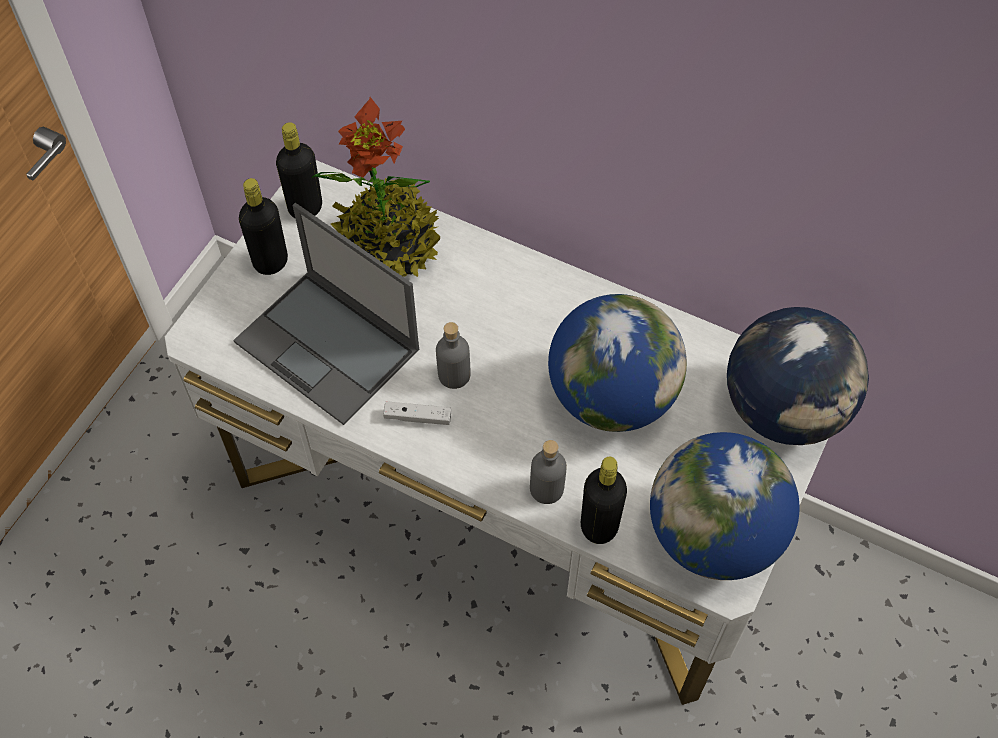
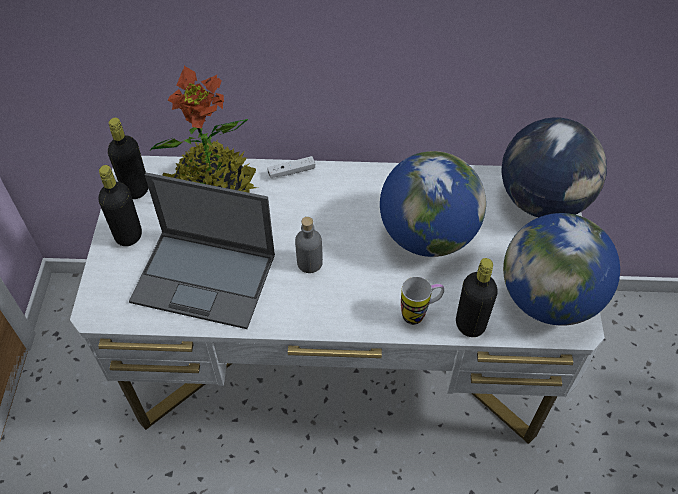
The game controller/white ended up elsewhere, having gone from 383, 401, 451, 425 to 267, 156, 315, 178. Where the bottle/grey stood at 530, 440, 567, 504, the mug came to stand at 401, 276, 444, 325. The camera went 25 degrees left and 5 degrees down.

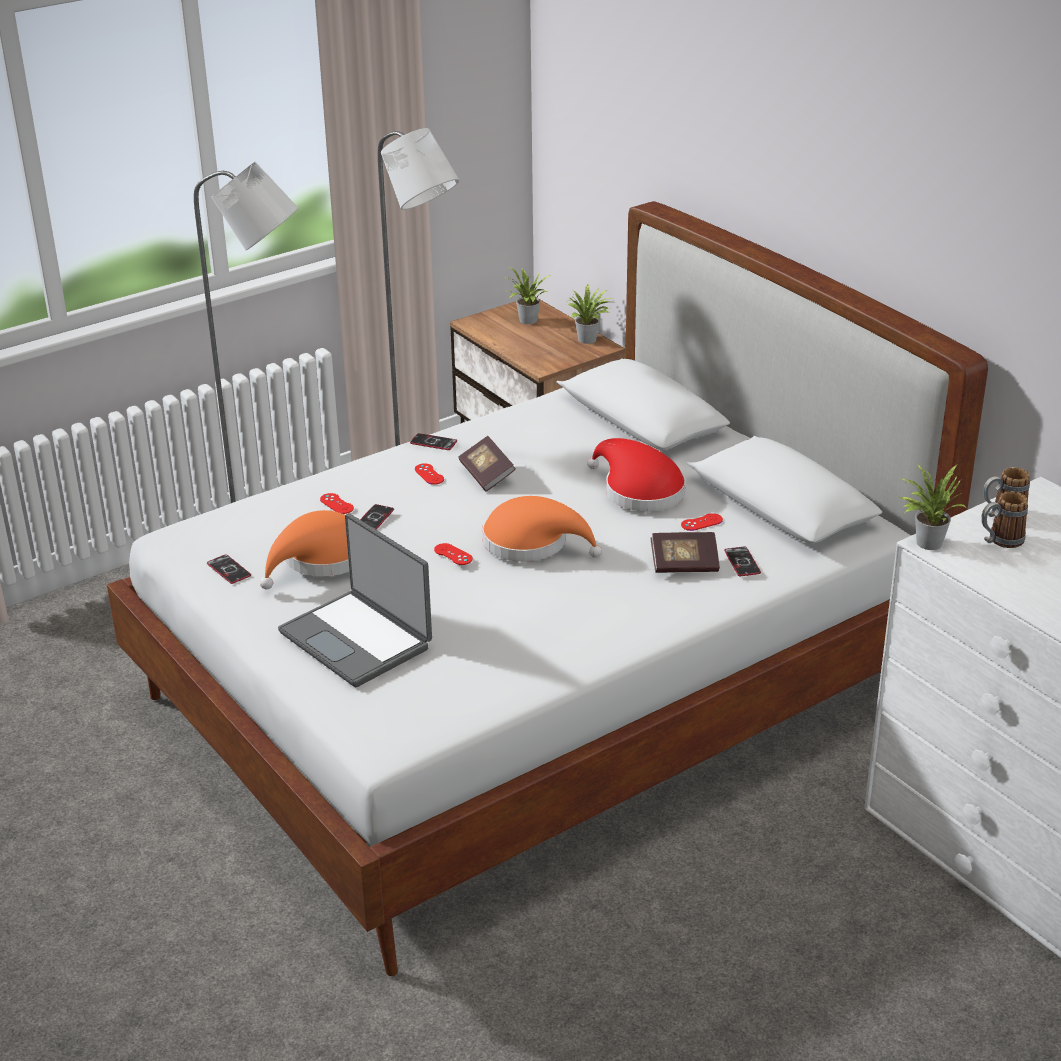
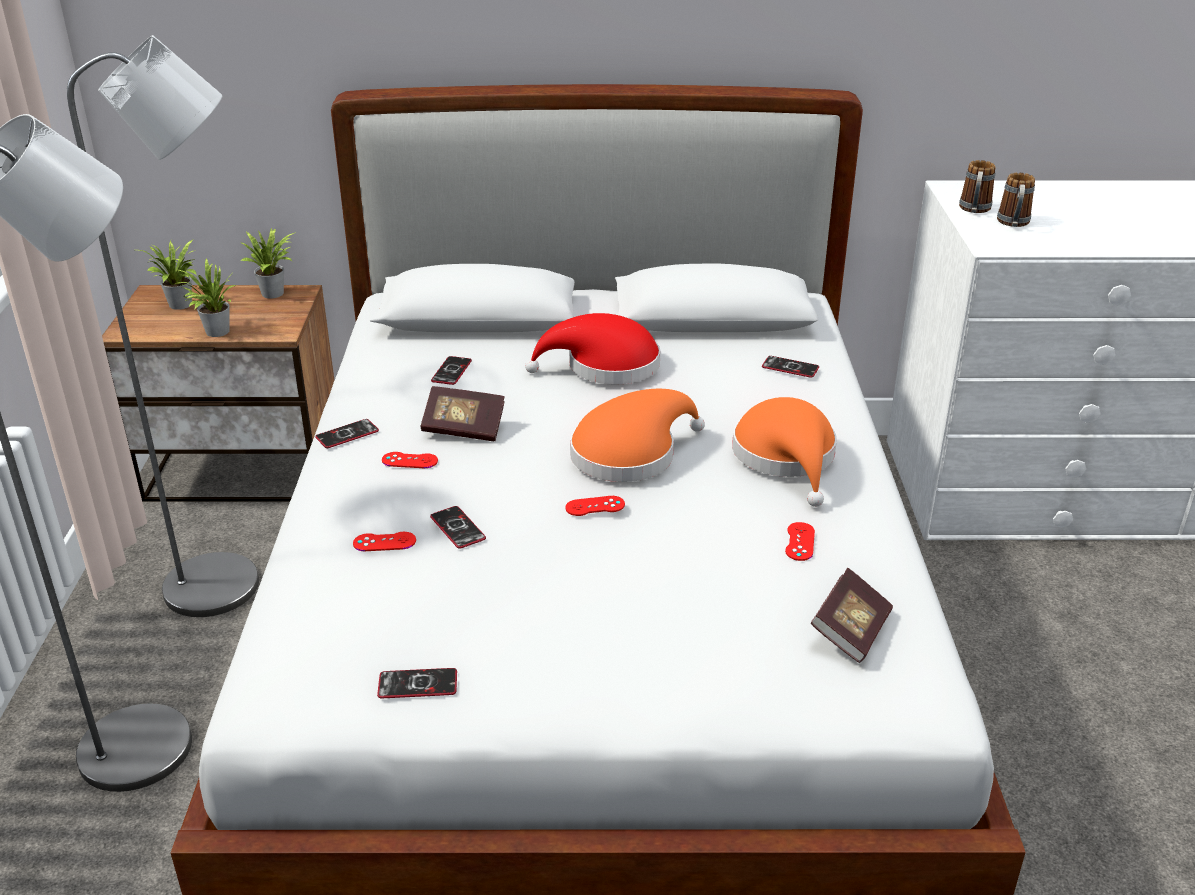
The potted plant ended up elsewhere, having gone from 899, 464, 966, 550 to 175, 259, 236, 337. The hat/orange ended up elsewhere, having gone from 260, 510, 349, 589 to 732, 397, 837, 507. The game controller/red ended up elsewhere, having gone from 681, 513, 723, 531 to 785, 522, 815, 561. The second view lost the laptop at 278, 514, 432, 687. The book ended up elsewhere, having gone from 650, 532, 720, 573 to 811, 568, 893, 663. The second view gained the phone at 431, 356, 472, 385. The camera went 55 degrees left and 0 degrees up.

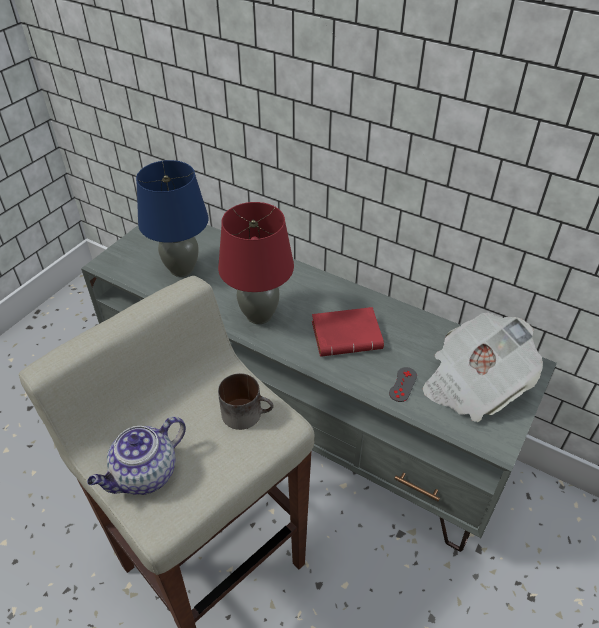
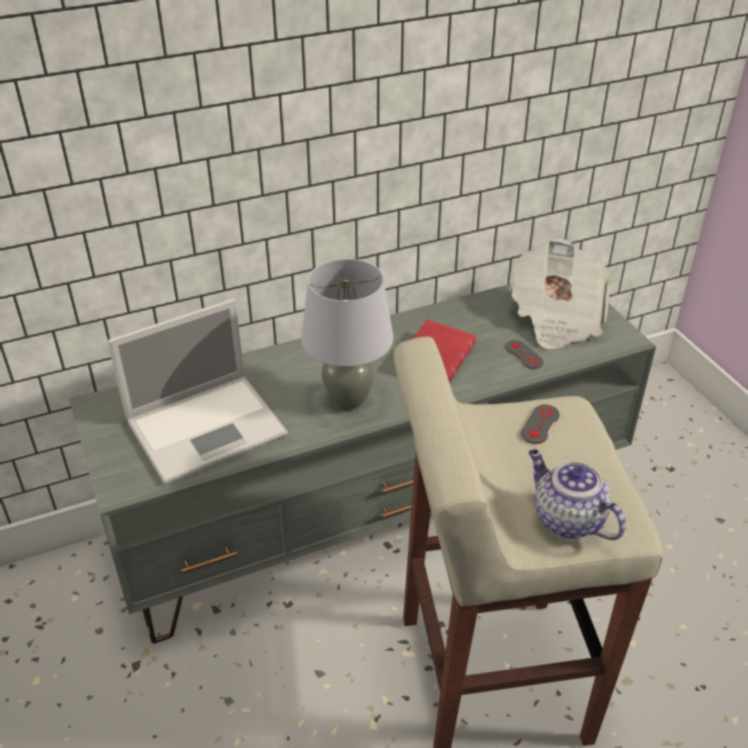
Where the table lamp/blue stood at 136, 160, 209, 277, the laptop came to stand at 107, 299, 288, 485. What was the table lamp/red at 218, 202, 294, 324 turned into the table lamp/grey at 301, 259, 393, 411. Where the mug stood at 218, 373, 273, 430, the game controller/grey came to stand at 521, 404, 560, 444. The teapot at 87, 417, 186, 495 ended up facing another way, 150 degrees clockwise from before. The camera went 55 degrees left and 5 degrees down.

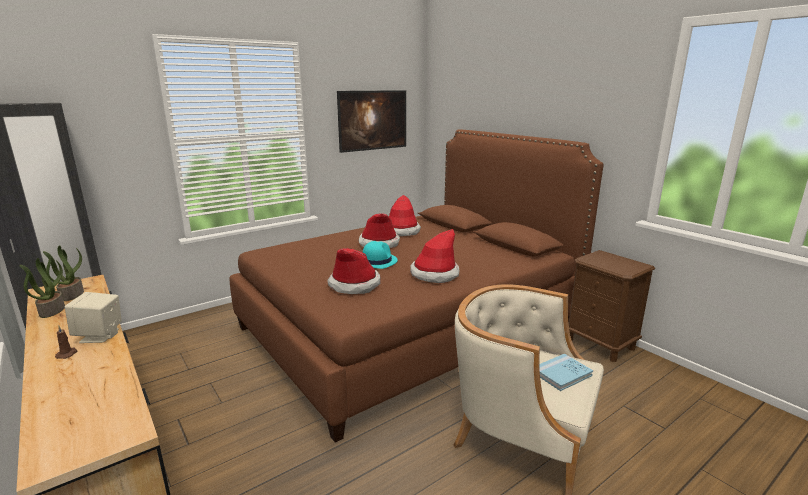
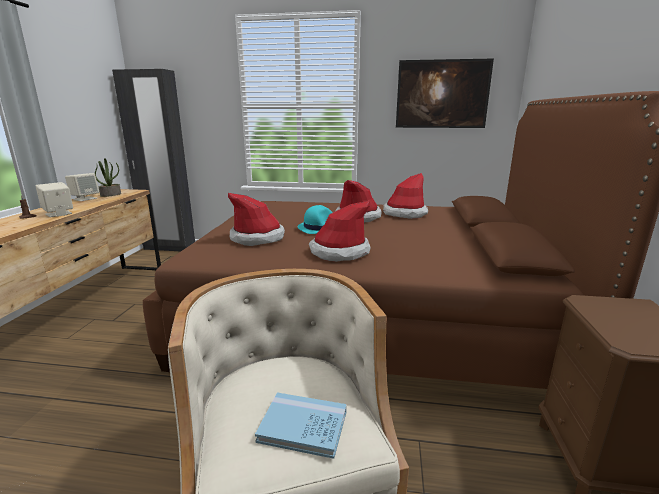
Where the potted plant stood at 19, 258, 65, 318, the speaker/beige came to stand at 65, 173, 99, 201. The camera went 45 degrees right and 0 degrees up.

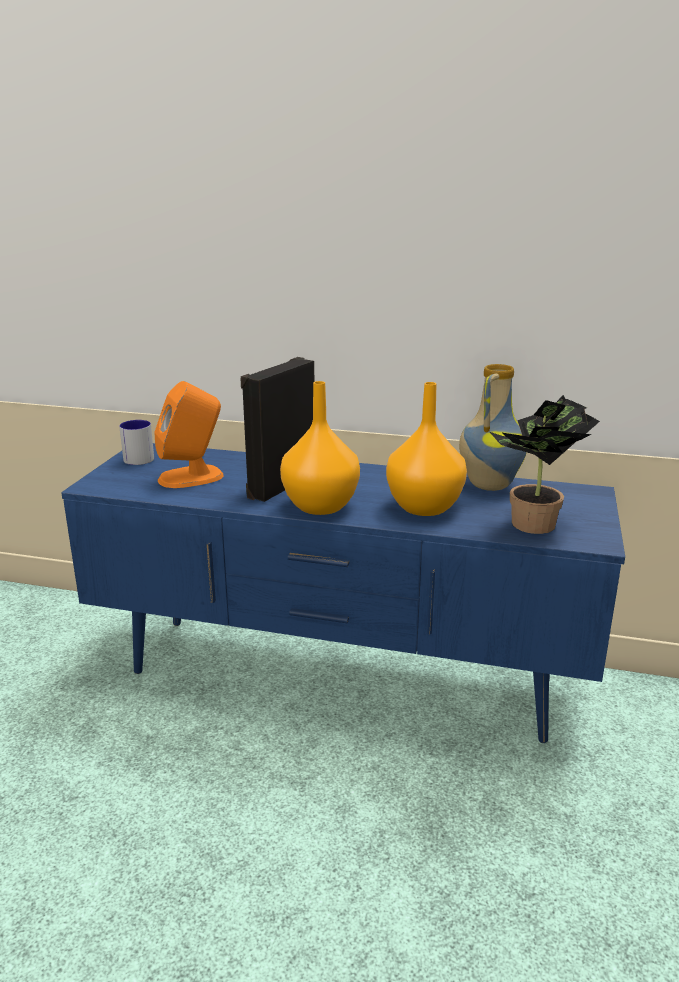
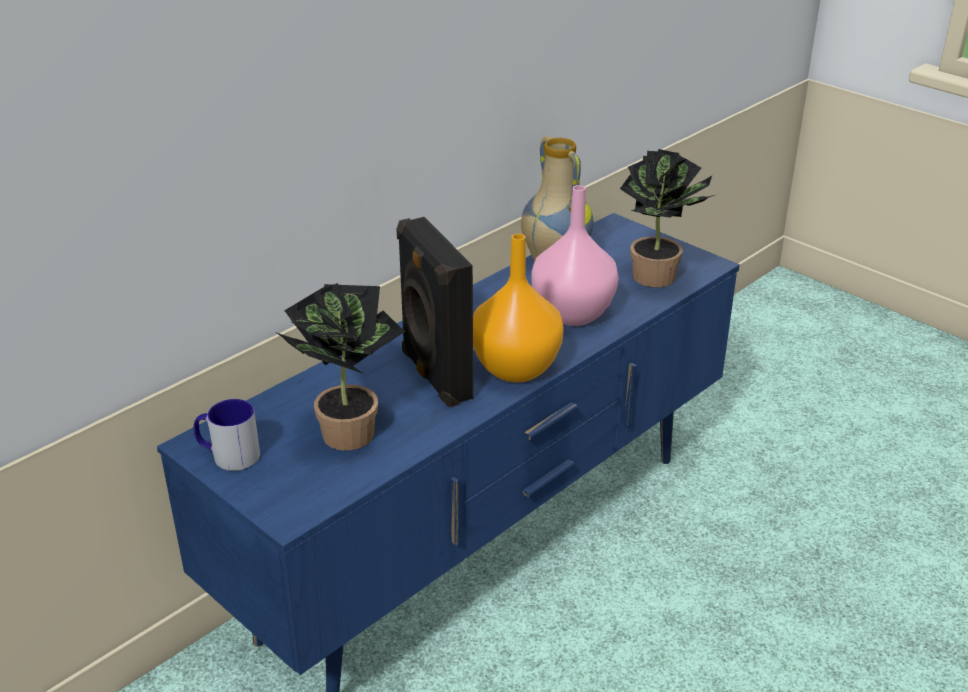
Where the speaker/orange stood at 154, 381, 224, 488, the potted plant came to stand at 277, 283, 405, 451. What was the vase/orange at 386, 382, 467, 516 turned into the vase/pink at 532, 185, 618, 326. The camera went 60 degrees left and 10 degrees up.

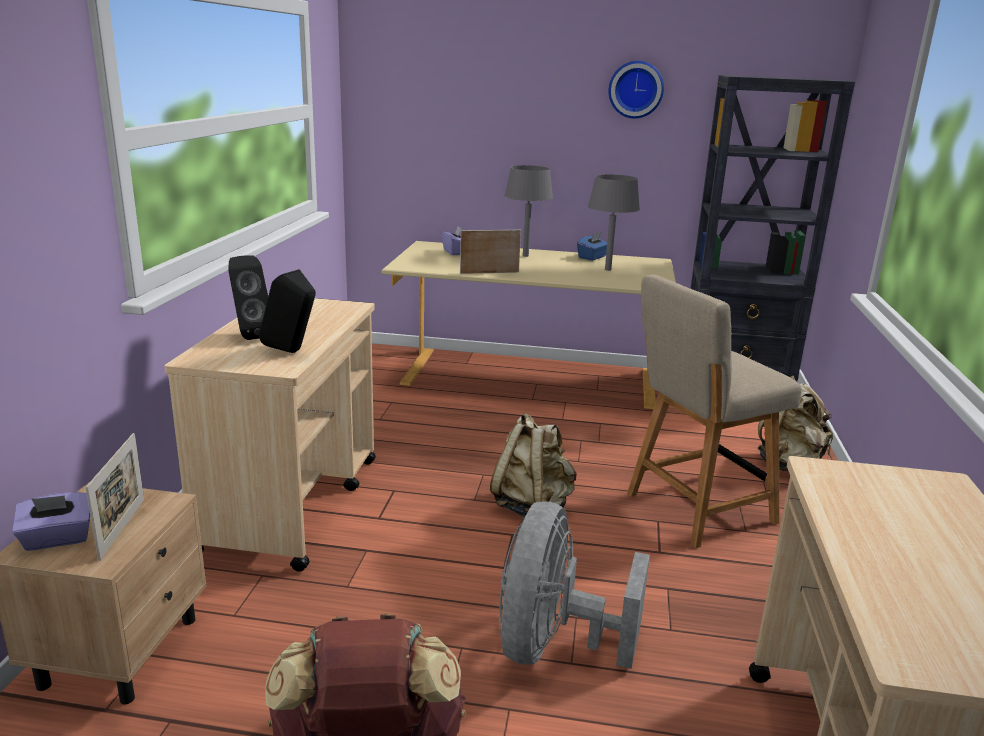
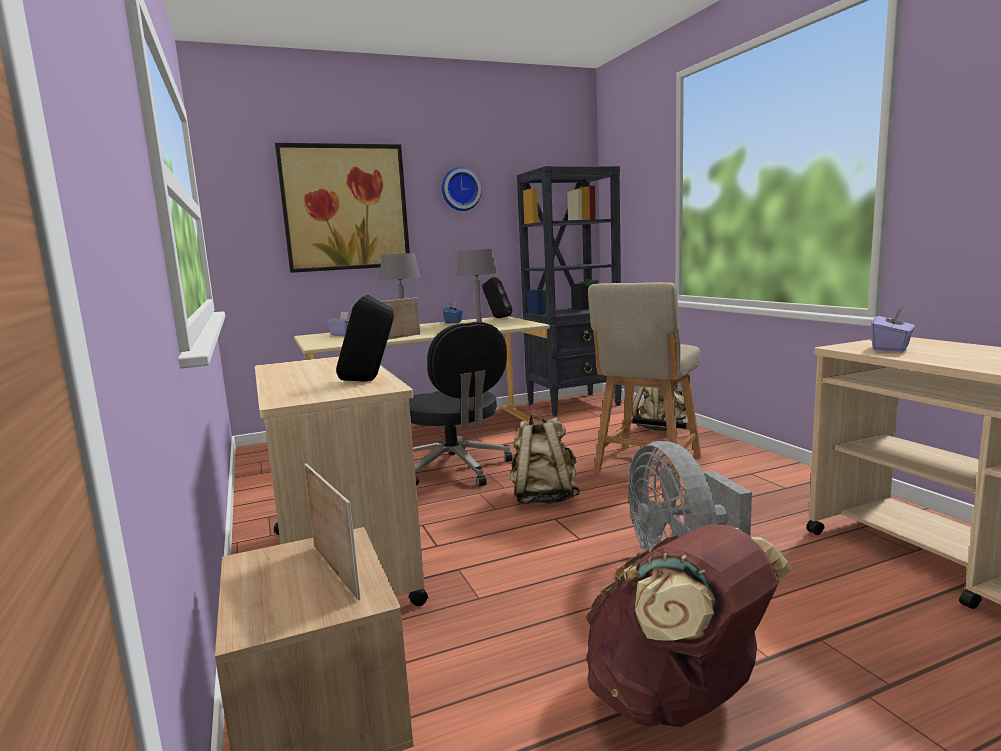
The speaker/black ended up elsewhere, having gone from 229, 255, 268, 340 to 482, 277, 512, 318. The tissue box/purple ended up elsewhere, having gone from 12, 492, 90, 551 to 871, 307, 915, 352. The second view gained the picture at 275, 143, 410, 273. The second view gained the office chair/black at 409, 322, 512, 487. The camera went 30 degrees left and 10 degrees down.

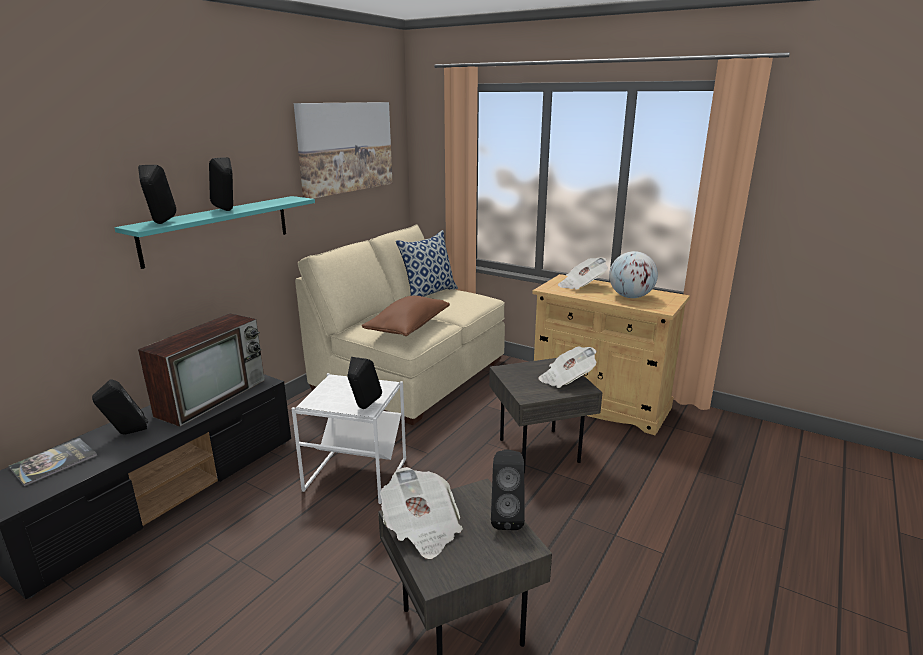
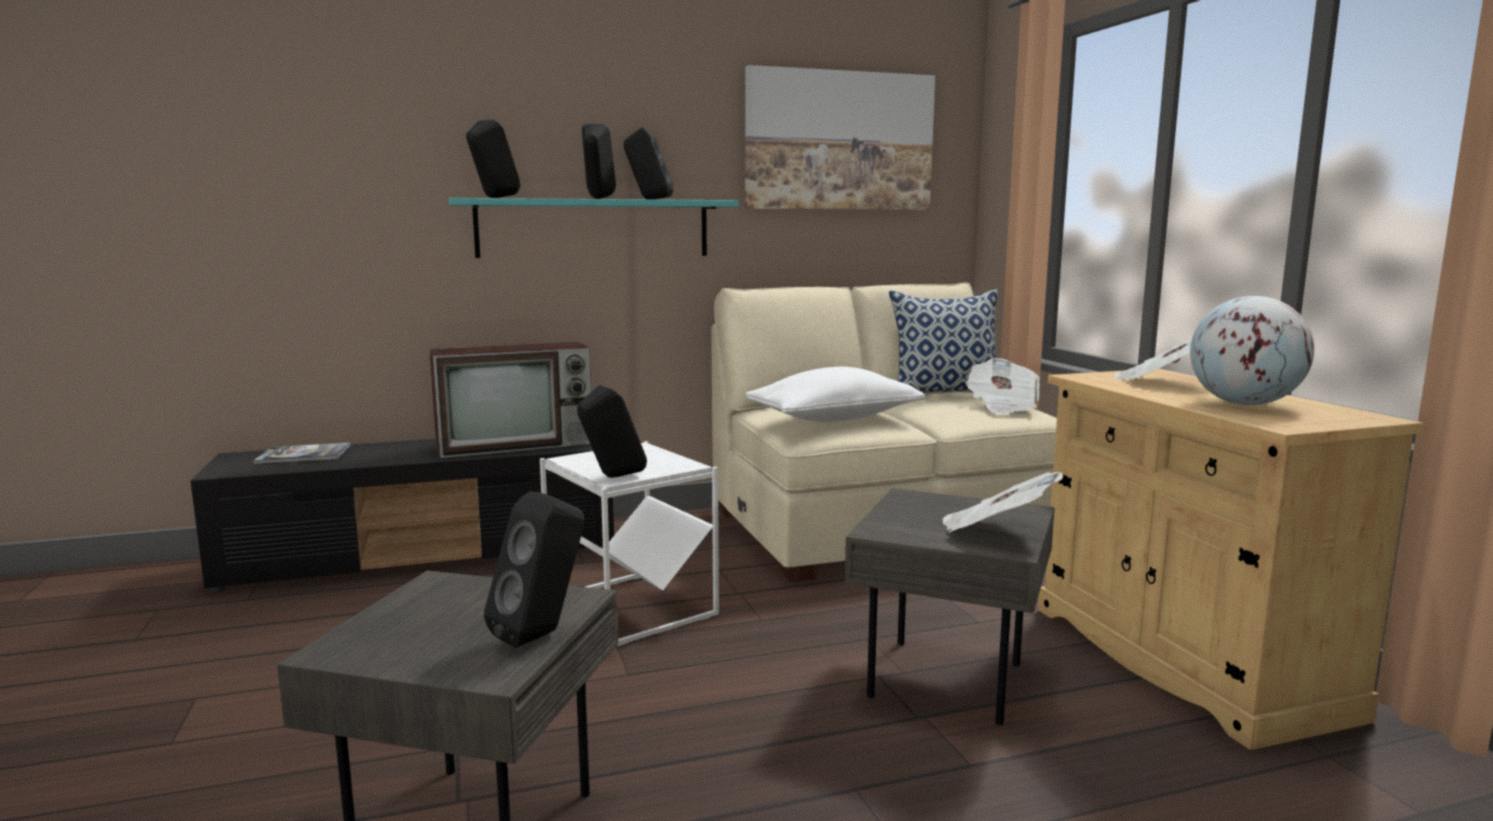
What was the pillow/brown at 362, 295, 450, 336 turned into the pillow/white at 745, 367, 925, 422. The speaker/black ended up elsewhere, having gone from 92, 379, 148, 435 to 624, 127, 674, 199. The newspaper ended up elsewhere, having gone from 380, 467, 463, 559 to 966, 358, 1040, 414. The camera went 40 degrees right and 10 degrees down.

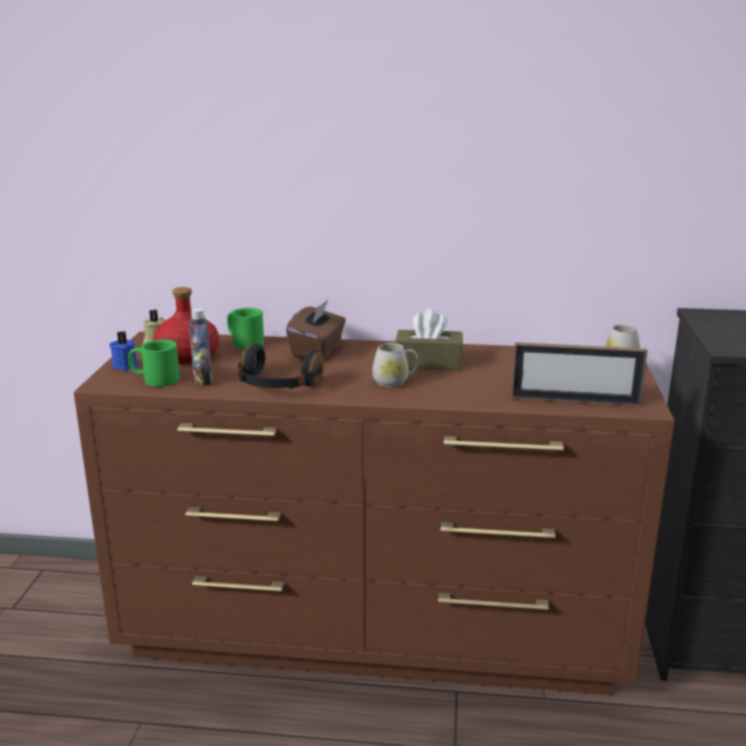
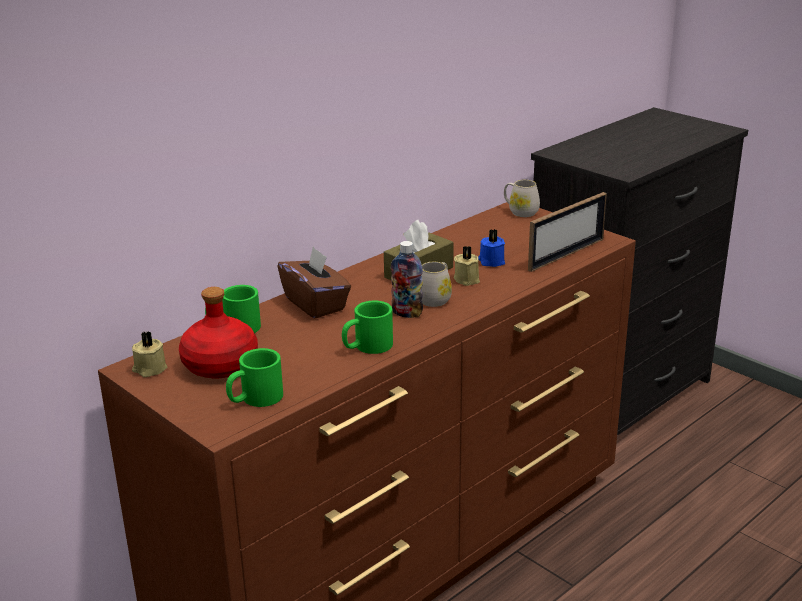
The bottle ended up elsewhere, having gone from 189, 308, 212, 386 to 391, 241, 423, 318. The candle/blue ended up elsewhere, having gone from 109, 331, 139, 370 to 478, 229, 505, 267. Where the headphones/black stood at 237, 344, 324, 389, the mug/green came to stand at 342, 300, 393, 354. The second view gained the candle/beige at 454, 246, 480, 286. The camera went 50 degrees left and 5 degrees up.

